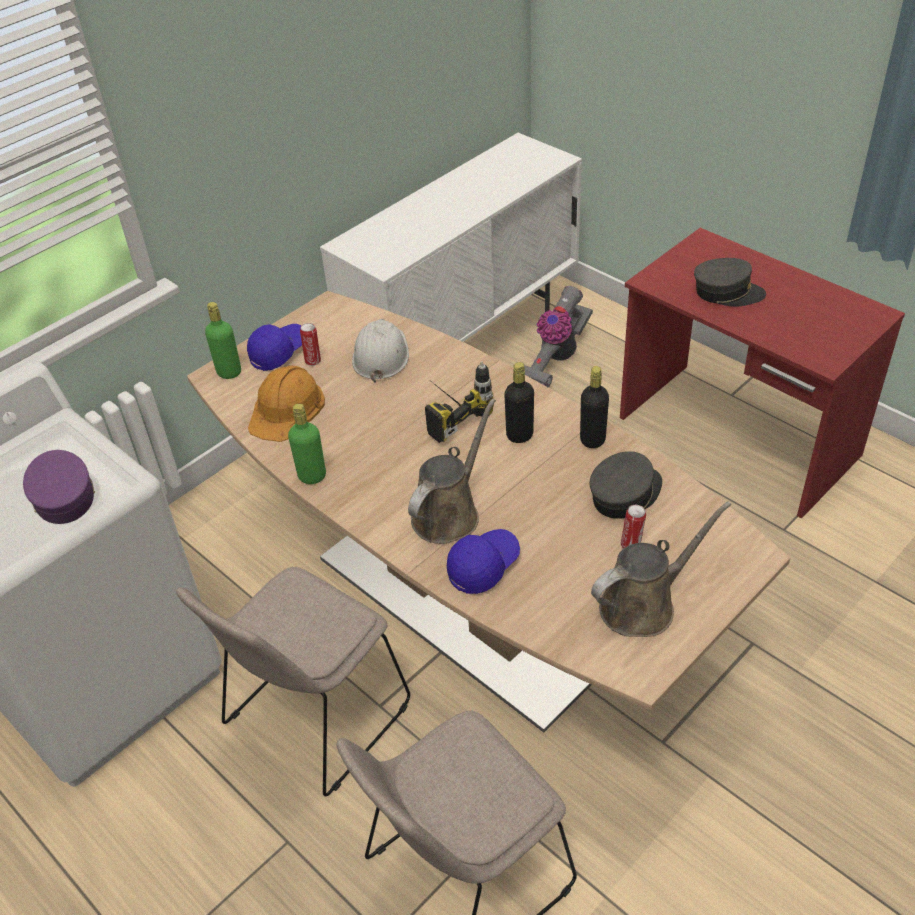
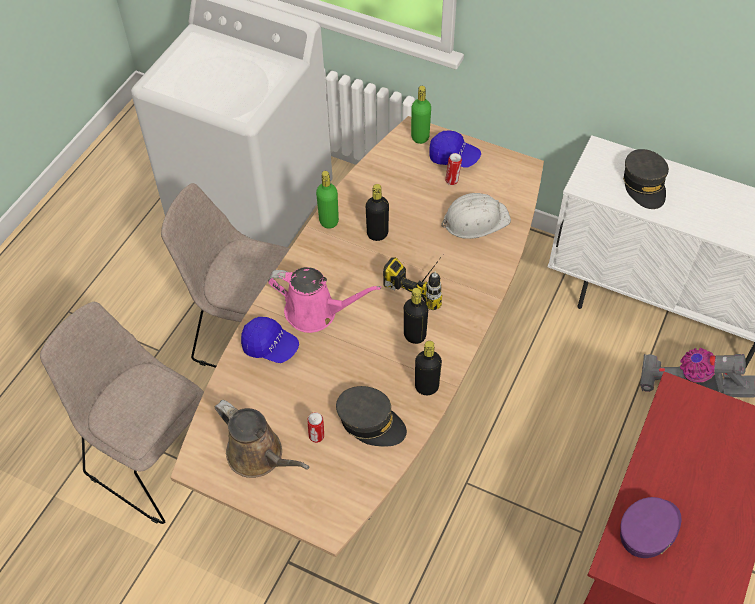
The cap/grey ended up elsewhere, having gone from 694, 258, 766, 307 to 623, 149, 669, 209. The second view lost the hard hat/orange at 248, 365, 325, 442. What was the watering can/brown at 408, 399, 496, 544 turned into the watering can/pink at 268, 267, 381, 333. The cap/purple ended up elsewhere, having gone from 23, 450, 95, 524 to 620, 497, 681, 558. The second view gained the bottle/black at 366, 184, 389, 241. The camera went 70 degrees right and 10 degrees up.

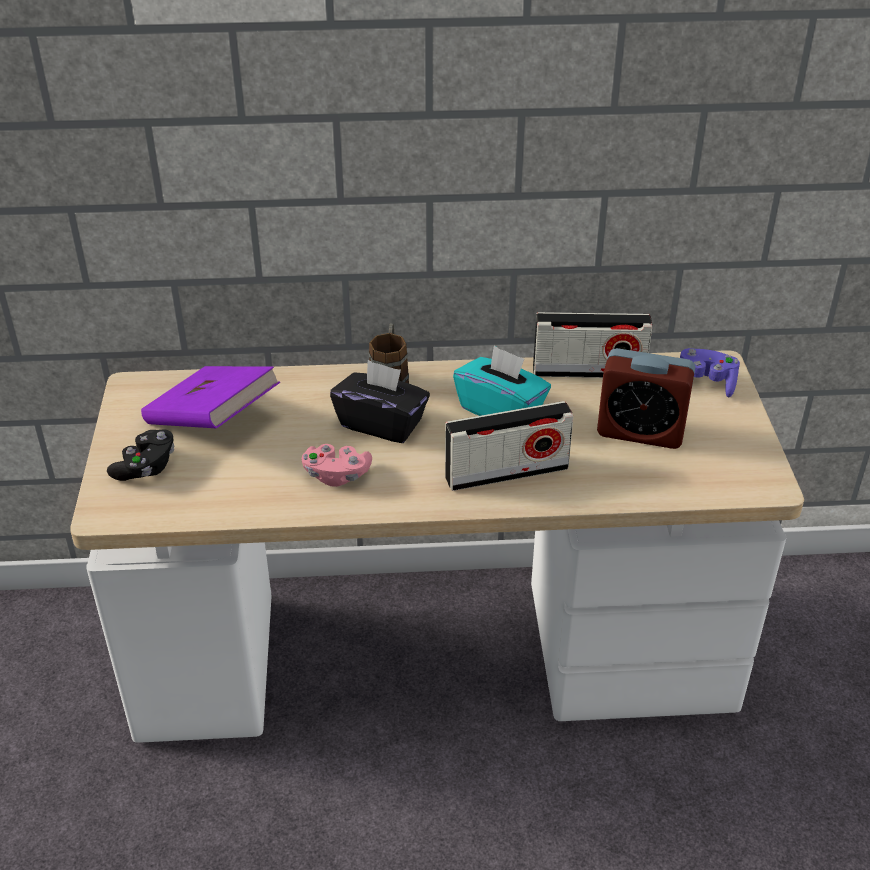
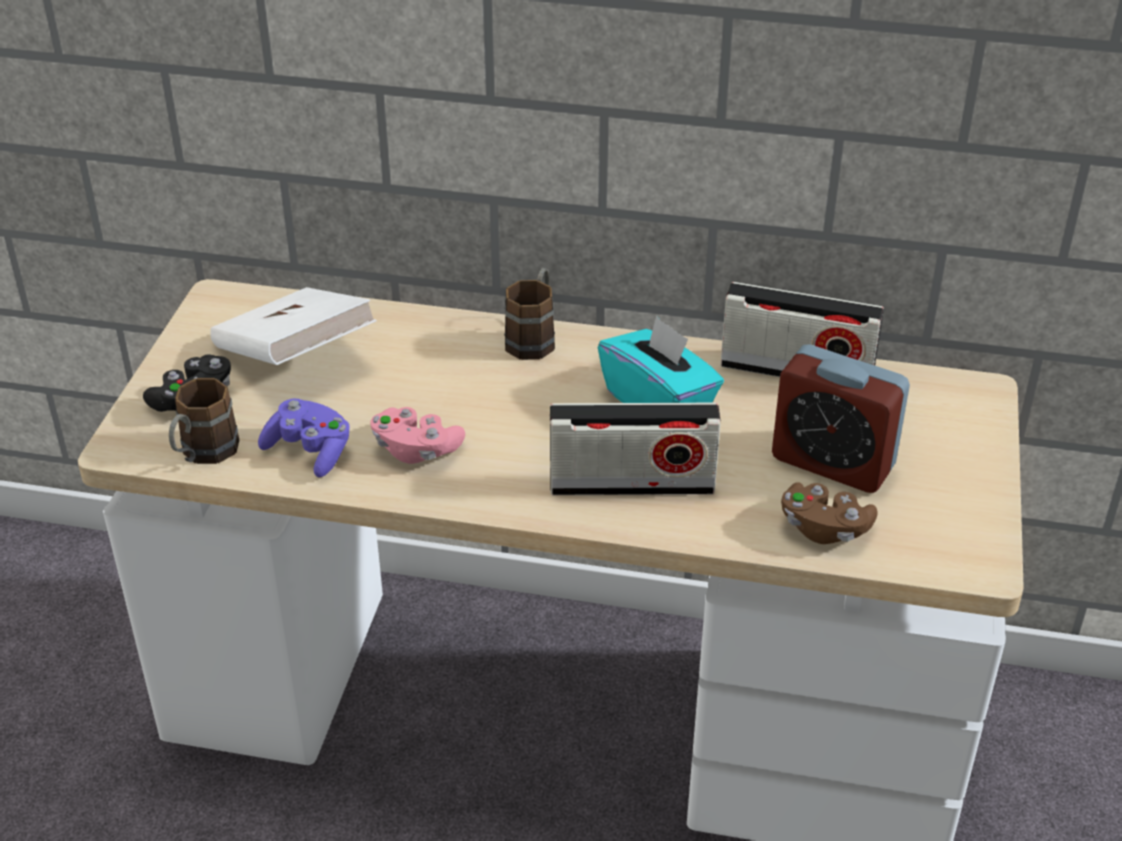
The game controller/purple ended up elsewhere, having gone from 680, 348, 740, 398 to 258, 399, 349, 477. The second view lost the tissue box/black at 330, 360, 430, 443. What was the book/purple at 141, 366, 280, 428 turned into the book/white at 210, 287, 377, 365. The second view gained the mug/brown at 169, 378, 239, 464. The second view gained the game controller/brown at 781, 483, 878, 544. The camera went 15 degrees right and 0 degrees up.

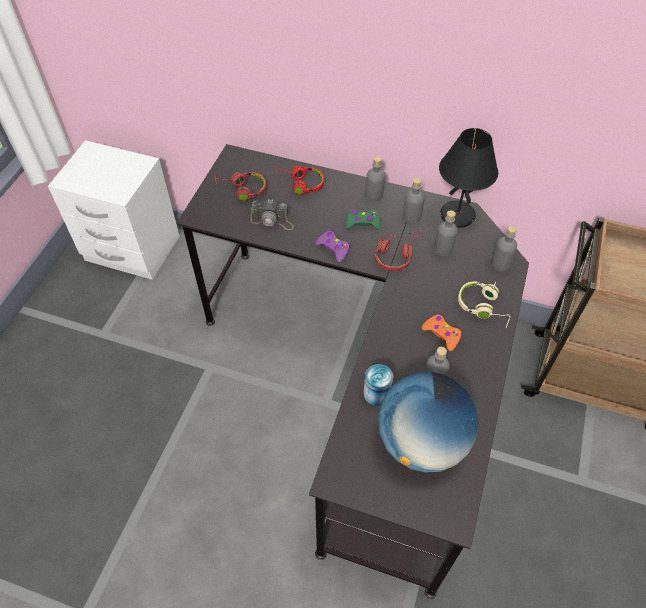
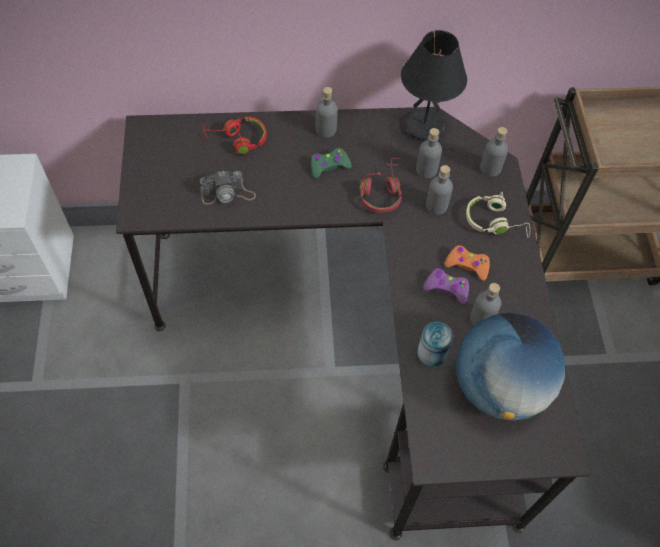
The second view lost the headphones/red at 214, 172, 266, 201. The bottle/grey ended up elsewhere, having gone from 403, 178, 425, 224 to 426, 165, 453, 215. The game controller/purple ended up elsewhere, having gone from 315, 231, 350, 262 to 423, 268, 469, 305. The camera went 25 degrees left and 5 degrees up.

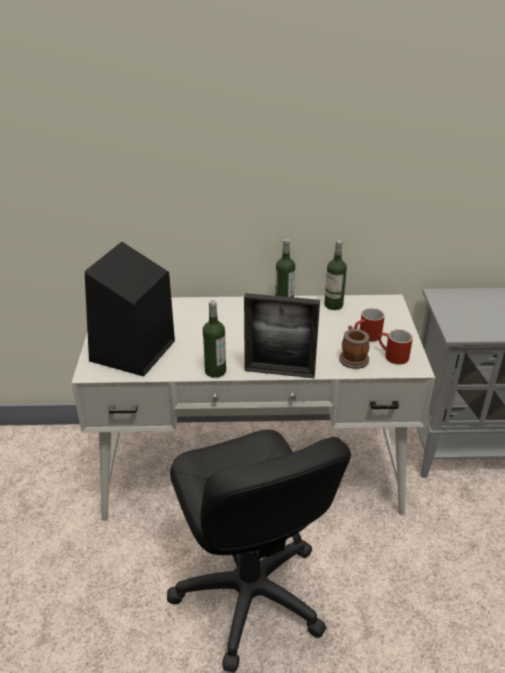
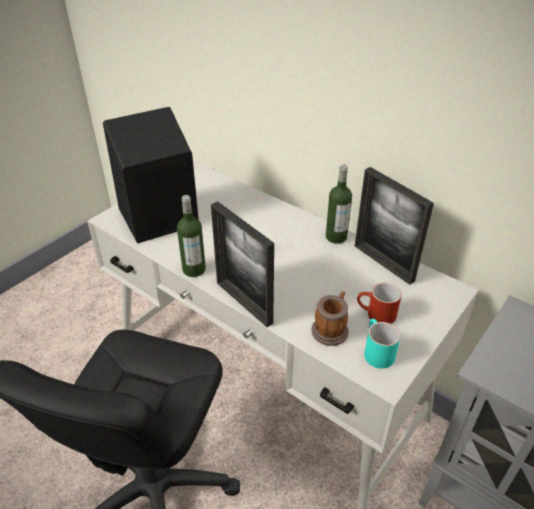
Where the bottle stood at 324, 240, 347, 310, the picture frame came to stand at 355, 167, 434, 285. What was the mug/red at 378, 329, 413, 365 turned into the mug/turquoise at 364, 319, 401, 369. The camera went 40 degrees right and 5 degrees up.

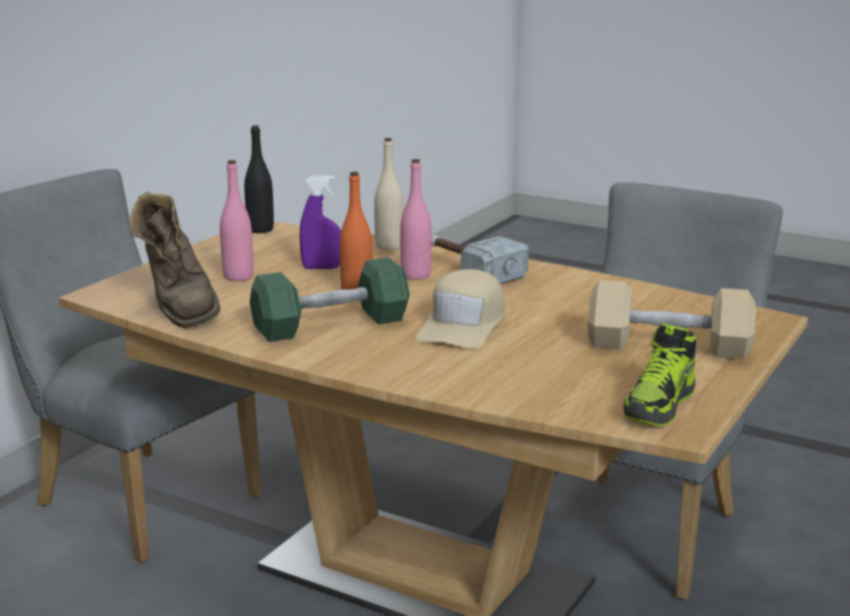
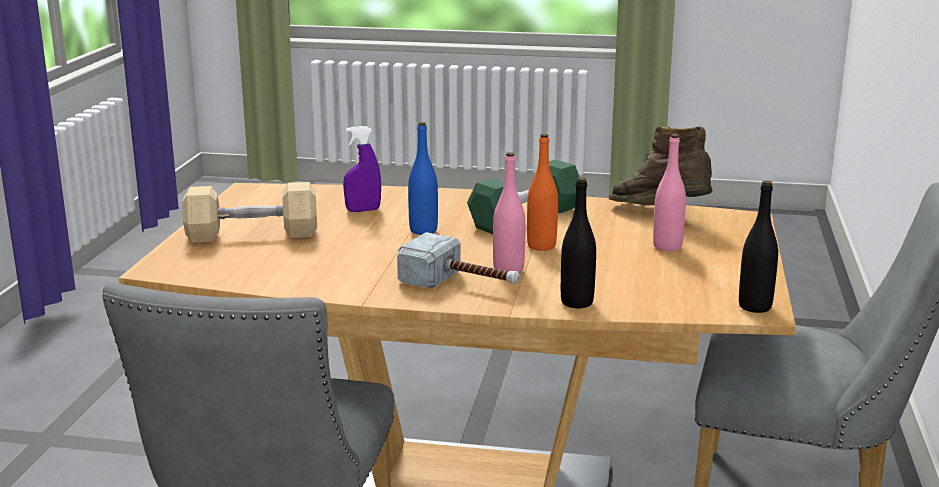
What was the bottle/beige at 374, 138, 404, 251 turned into the bottle/black at 561, 177, 596, 308. The spray bottle/purple ended up elsewhere, having gone from 300, 175, 341, 269 to 343, 126, 381, 212. Where the cap/beige stood at 416, 269, 505, 349, the bottle/blue came to stand at 408, 122, 438, 235. The second view lost the shoe at 623, 323, 696, 426. The camera went 160 degrees right and 0 degrees up.

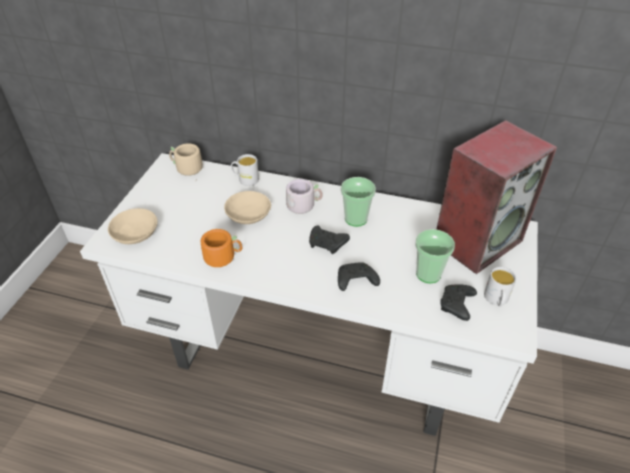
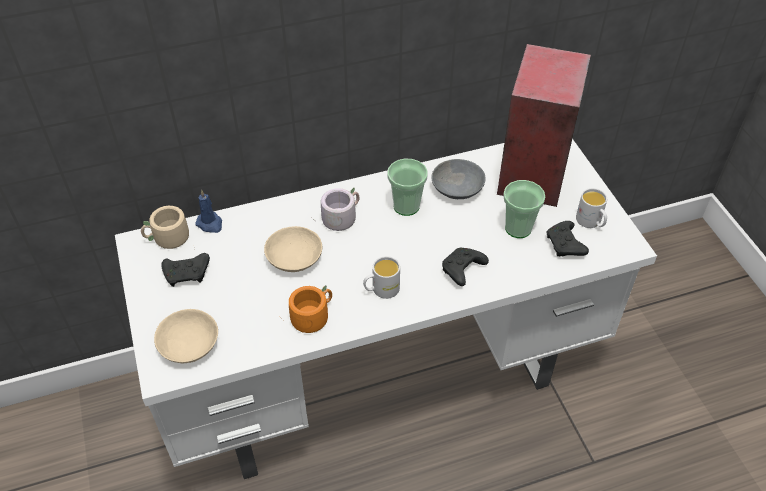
The mug/white ended up elsewhere, having gone from 231, 154, 259, 186 to 363, 256, 400, 299. The game controller/black ended up elsewhere, having gone from 309, 226, 350, 254 to 161, 253, 210, 287. The second view gained the bowl/grey at 431, 159, 486, 199. The second view gained the candle/blue at 195, 189, 222, 233. The camera went 35 degrees left and 5 degrees up.

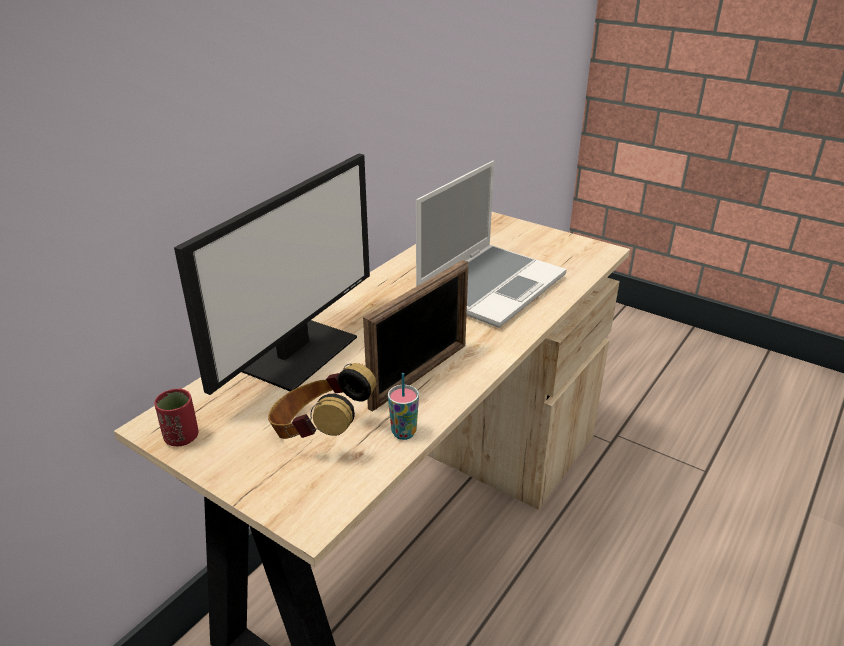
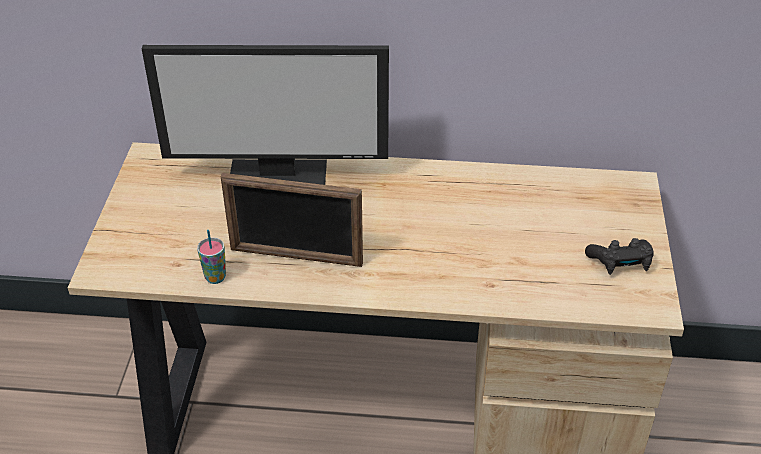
The second view lost the laptop at 416, 161, 567, 328. The second view lost the headphones at 268, 363, 376, 439. The second view lost the cup/red at 154, 388, 198, 446. The second view gained the game controller/black at 585, 238, 654, 275. The camera went 60 degrees right and 10 degrees up.

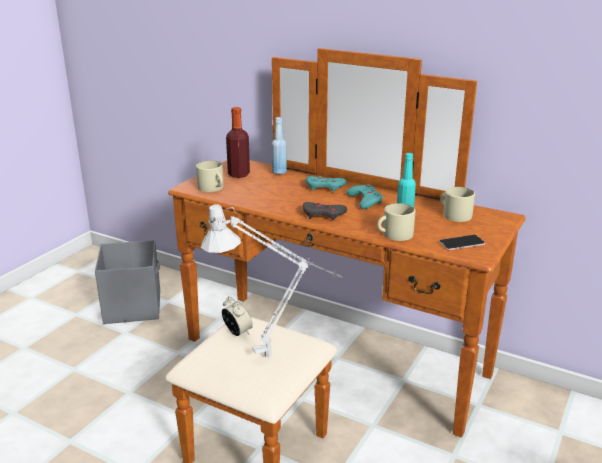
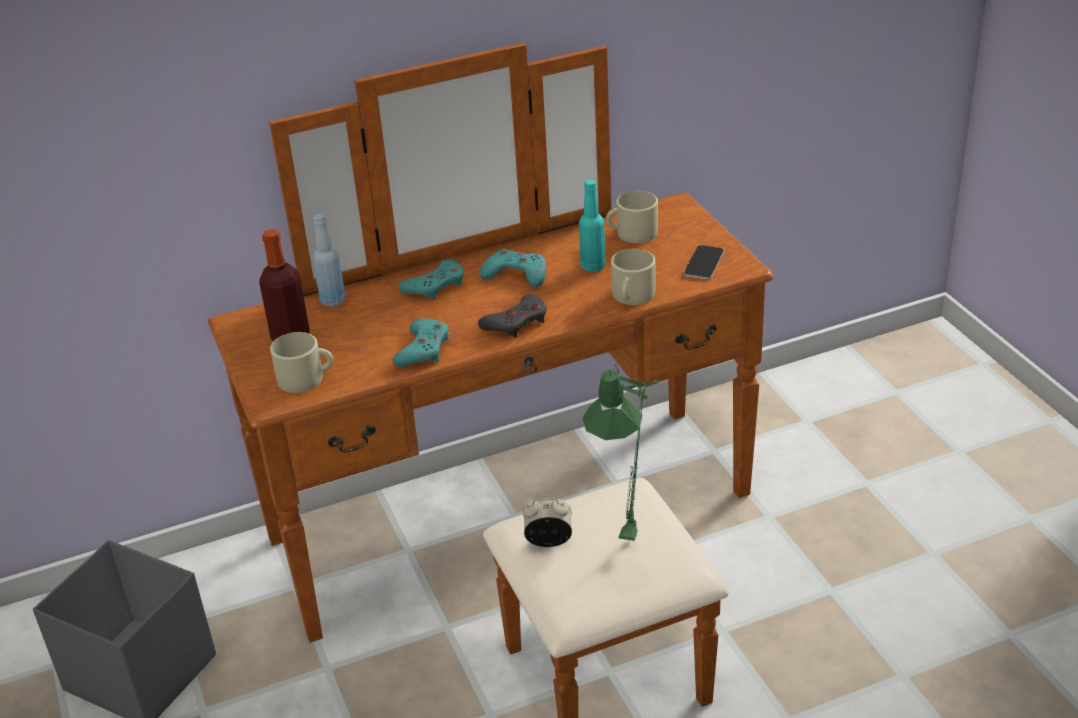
What was the table lamp/grey at 201, 204, 342, 357 turned into the table lamp/green at 583, 364, 660, 545. The second view gained the game controller/turquoise at 392, 318, 449, 367. The camera went 50 degrees left and 10 degrees up.

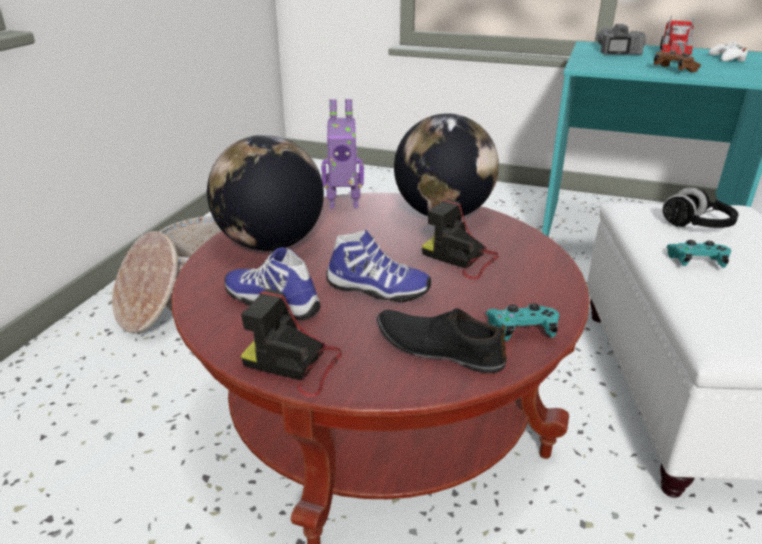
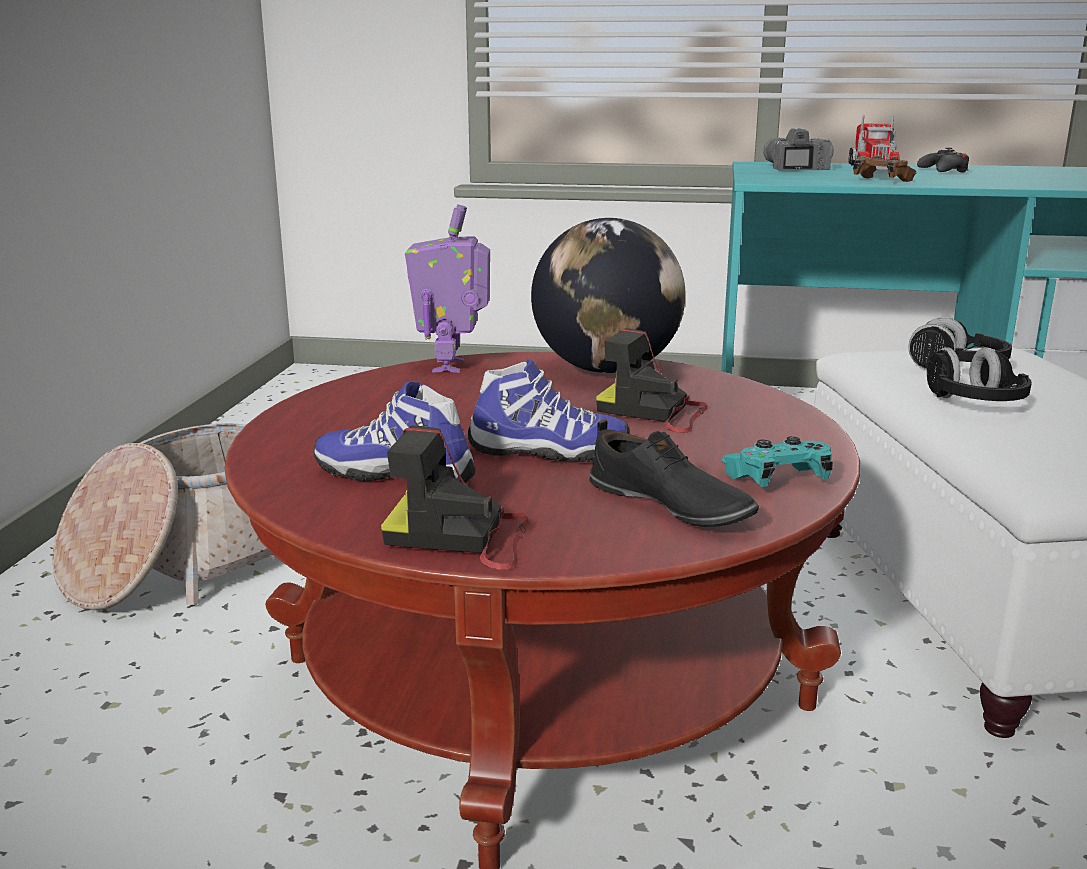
What was the game controller/white at 709, 41, 748, 62 turned into the game controller/black at 917, 148, 969, 173. The toy robot at 321, 99, 364, 209 ended up facing another way, 105 degrees clockwise from before. The second view lost the globe at 207, 135, 324, 251. Where the game controller/turquoise stood at 666, 240, 731, 268, the headphones/black came to stand at 927, 347, 1032, 401. The shoe/black at 377, 308, 507, 373 ended up facing another way, 150 degrees counterclockwise from before. The camera went 10 degrees left and 10 degrees down.

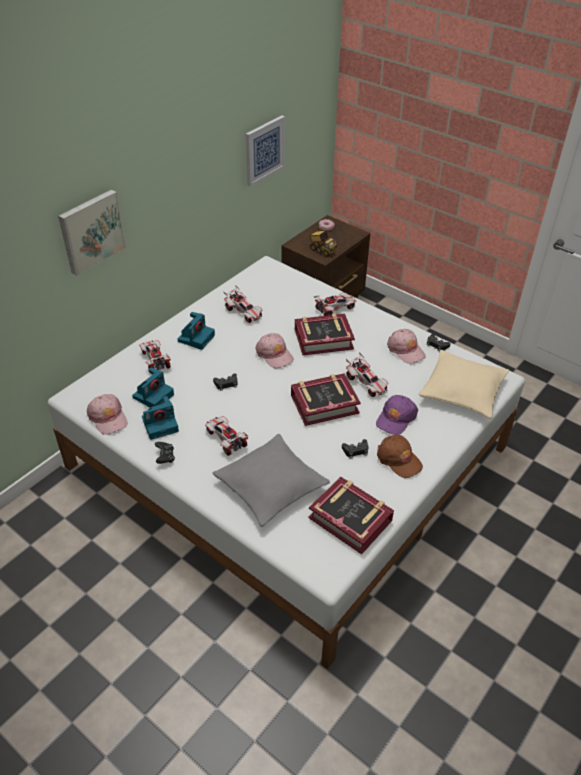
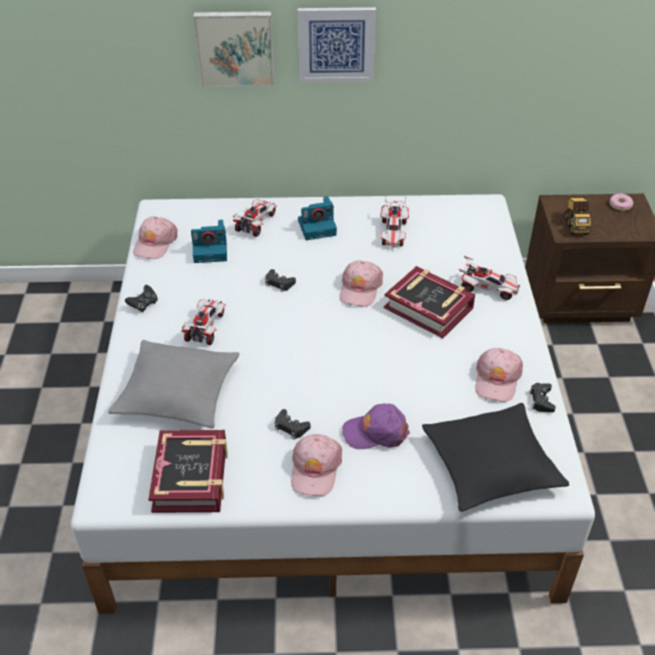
The picture ended up elsewhere, having gone from 246, 115, 285, 187 to 298, 7, 376, 82. What was the pillow/beige at 419, 350, 509, 419 turned into the pillow/black at 422, 403, 569, 512. The second view lost the toy car at 346, 352, 388, 397. The second view lost the book at 291, 374, 361, 426. The second view lost the photo camera at 142, 396, 179, 440. What was the cap/brown at 377, 435, 423, 478 turned into the cap/pink at 291, 434, 342, 496. The camera went 50 degrees right and 0 degrees up.

